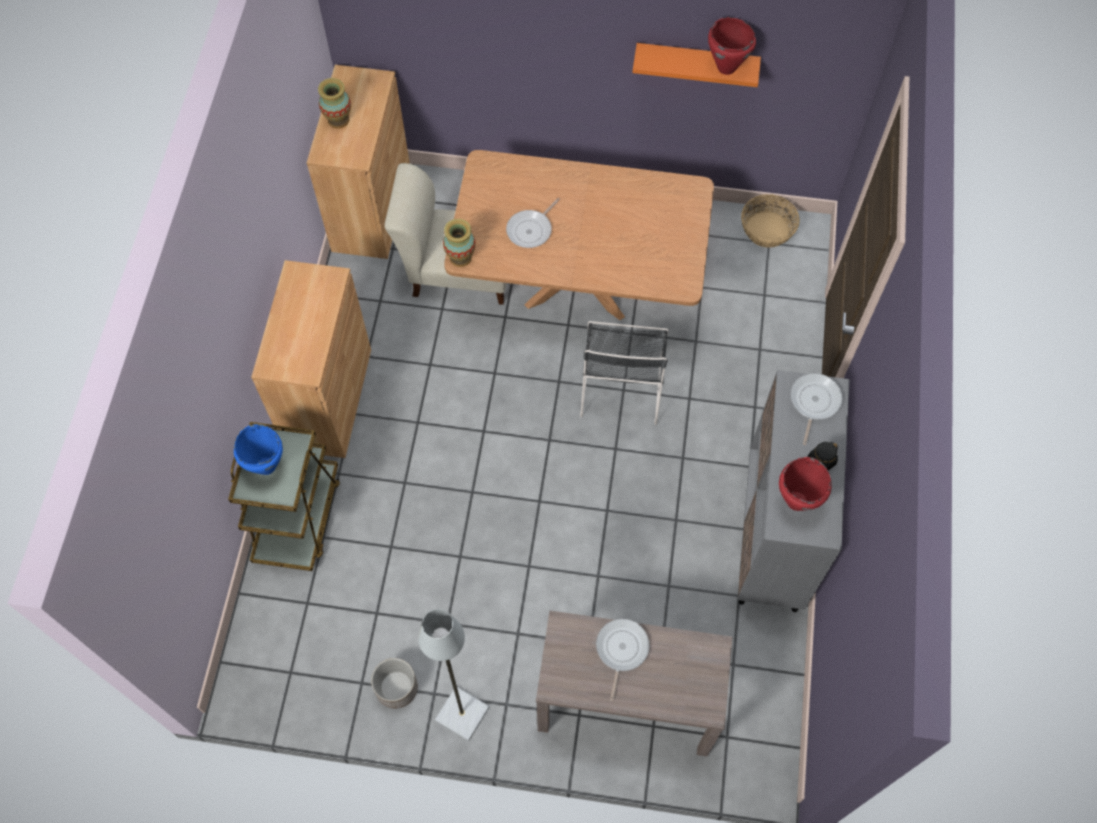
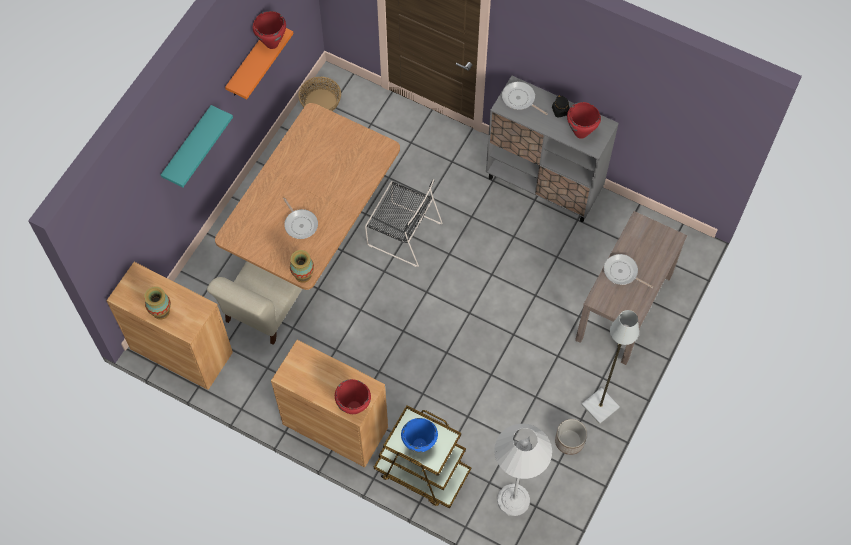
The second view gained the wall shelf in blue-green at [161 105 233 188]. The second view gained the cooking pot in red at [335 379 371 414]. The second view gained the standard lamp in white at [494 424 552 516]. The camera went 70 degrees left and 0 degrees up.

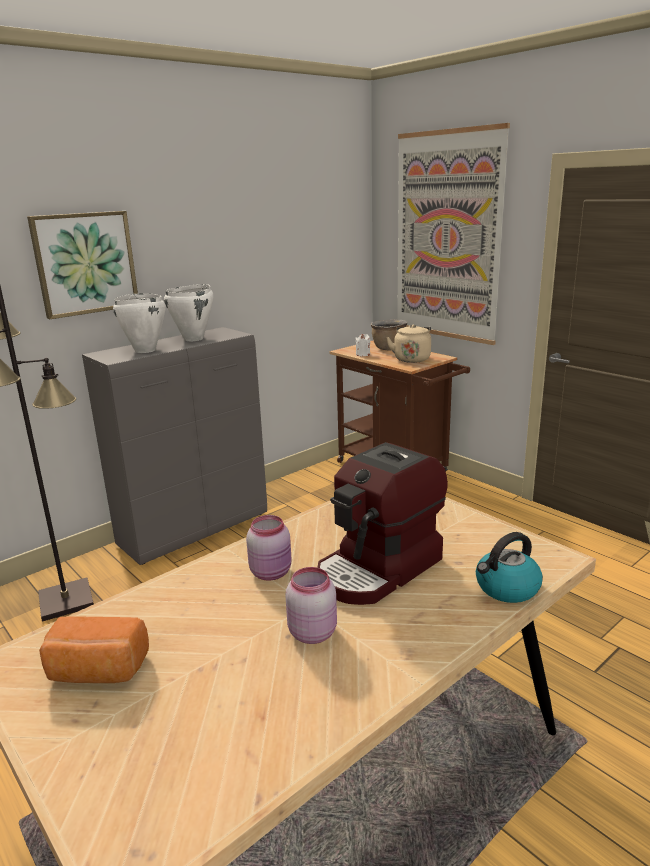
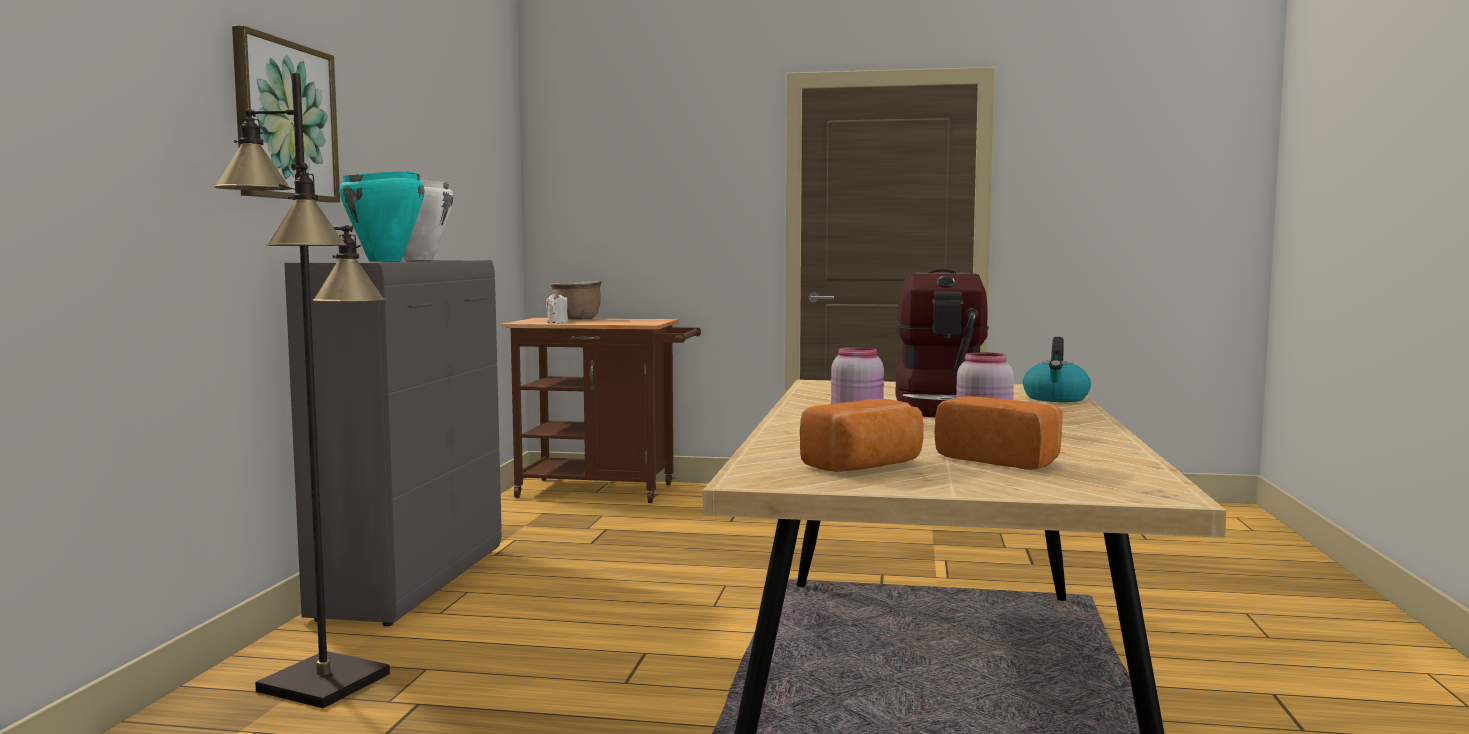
What was the cooking pot in white at [113 293 165 353] turned into the cooking pot in blue-green at [339 171 425 261]. The second view gained the bread at [934 396 1063 470]. The second view lost the kettle in sand-coloured at [386 324 431 363]. The second view lost the picture at [397 123 510 345]. The camera went 40 degrees left and 15 degrees down.

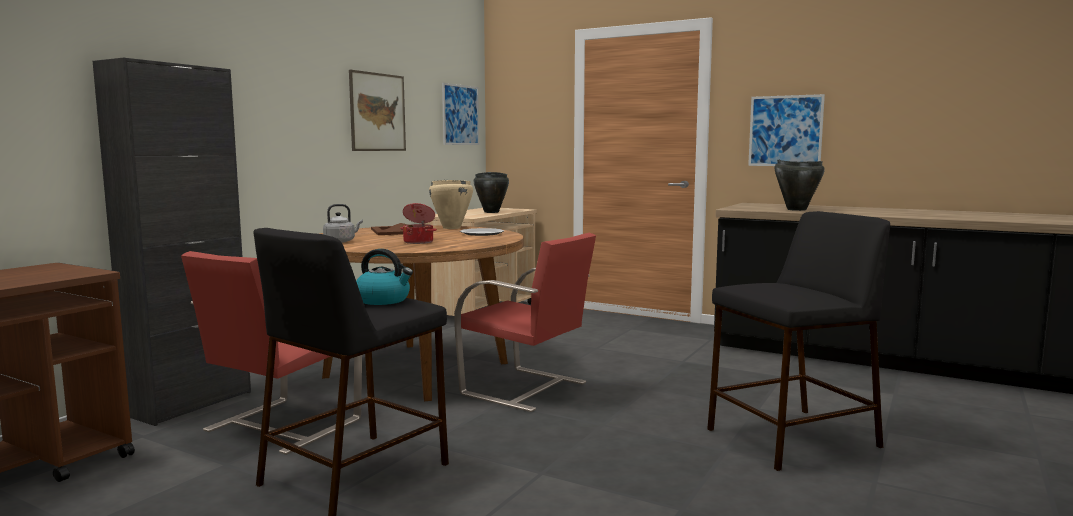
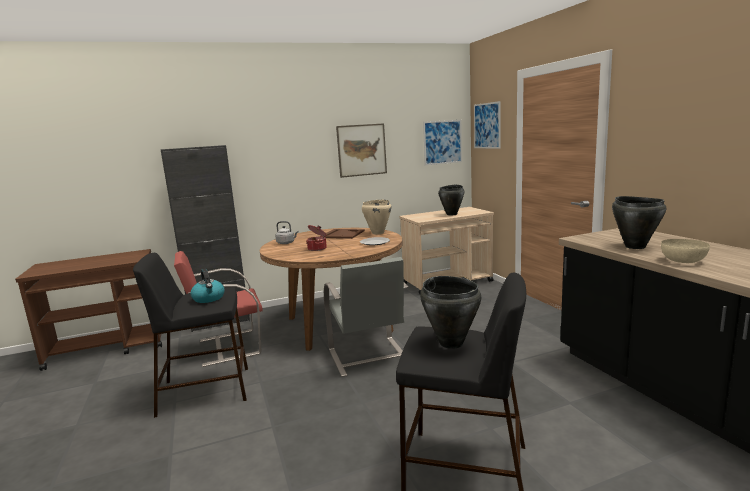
What was the chair in red at [454 233 596 412] turned into the chair in gray at [324 257 409 377]. The second view gained the cooking pot in black-coloured at [420 276 481 349]. The picture ended up elsewhere, having gone from [748 94 825 166] to [474 101 501 149]. The second view gained the serving bowl in sand-coloured at [661 239 710 263]. The camera went 40 degrees right and 5 degrees up.

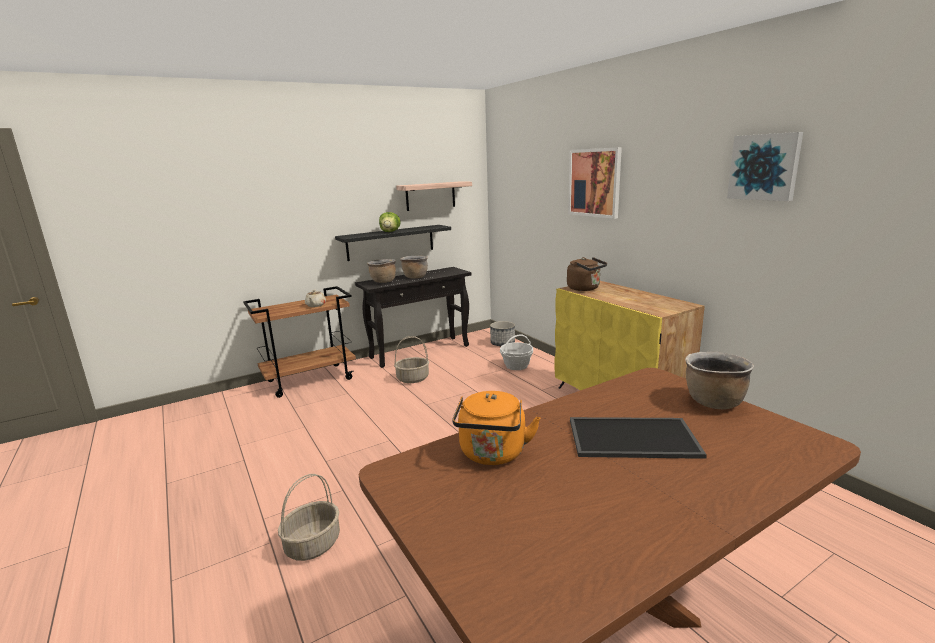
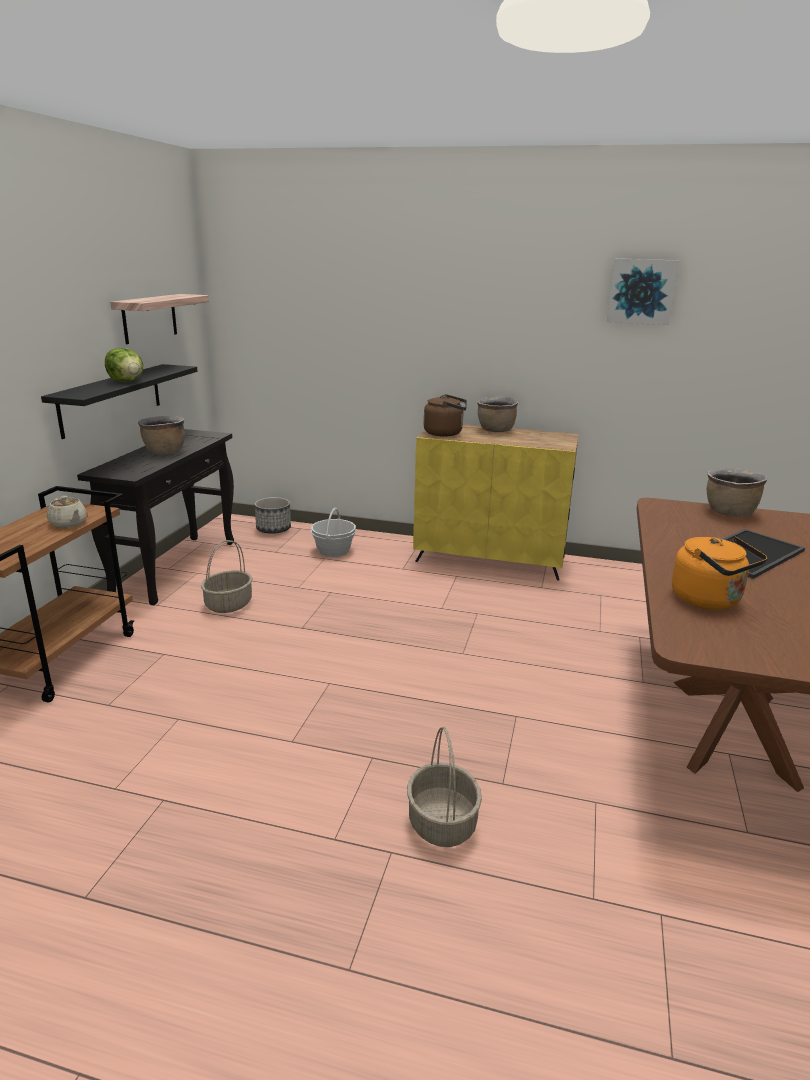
The cooking pot in brown ended up elsewhere, having gone from [367 259 396 283] to [477 397 518 432]. The second view lost the picture at [568 147 622 219]. The camera went 45 degrees left and 5 degrees up.

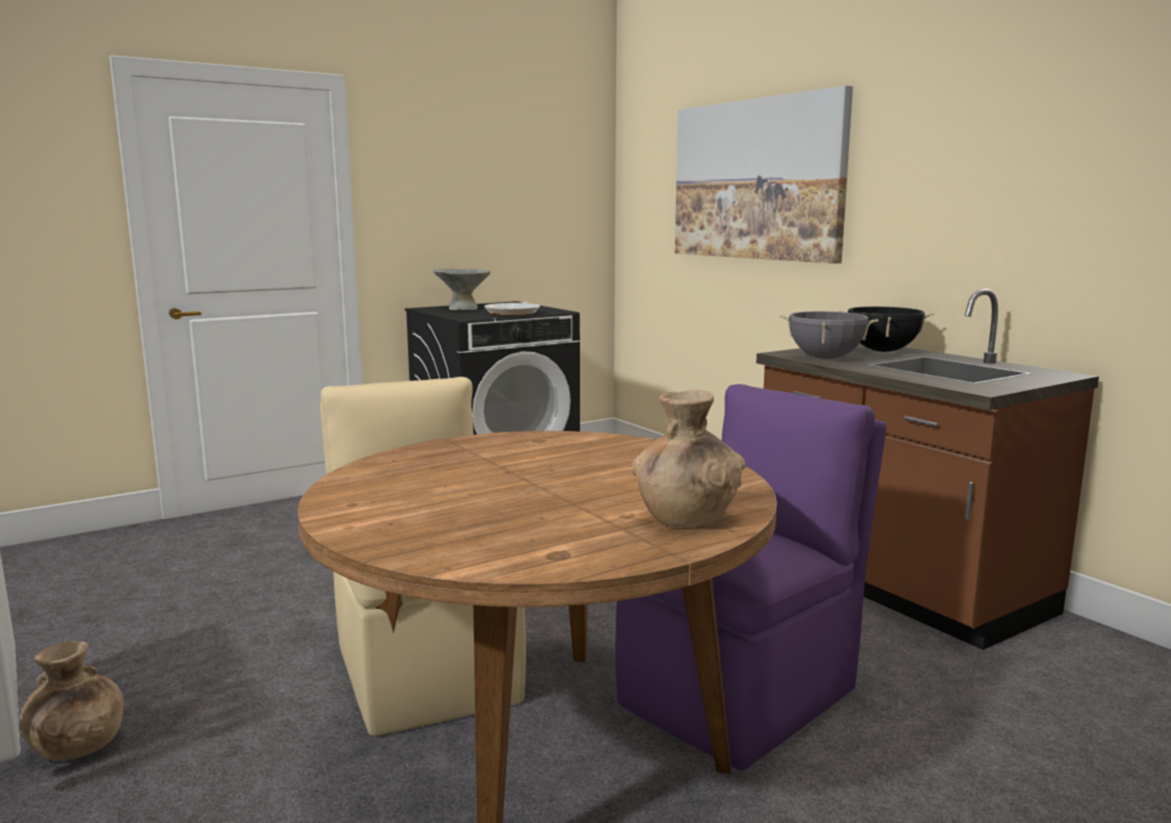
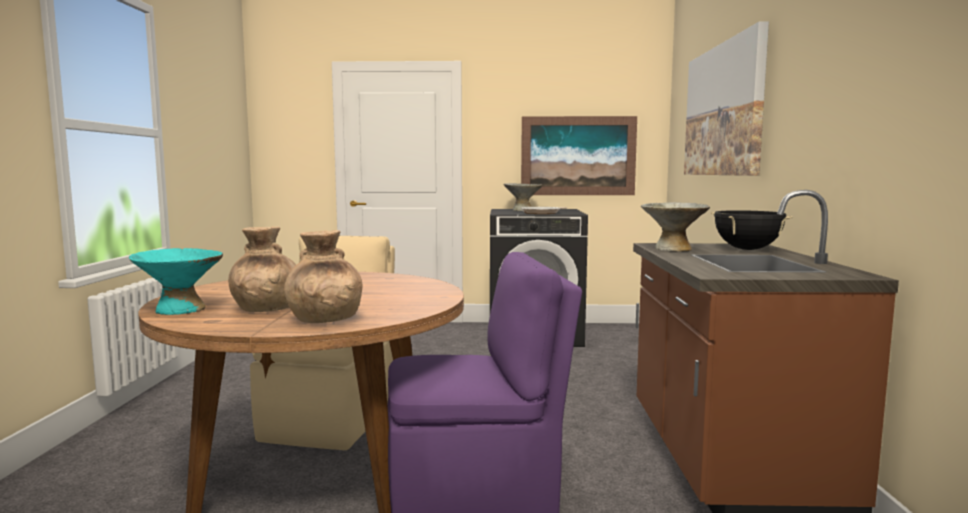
The second view gained the serving bowl in blue-green at [129 248 223 315]. The vase in brown ended up elsewhere, having gone from [19 641 124 761] to [228 227 296 312]. The second view gained the picture at [521 116 637 195]. Where the cooking pot in gray stood at [780 311 879 359], the serving bowl in gray came to stand at [641 202 710 252]. The camera went 35 degrees right and 5 degrees down.

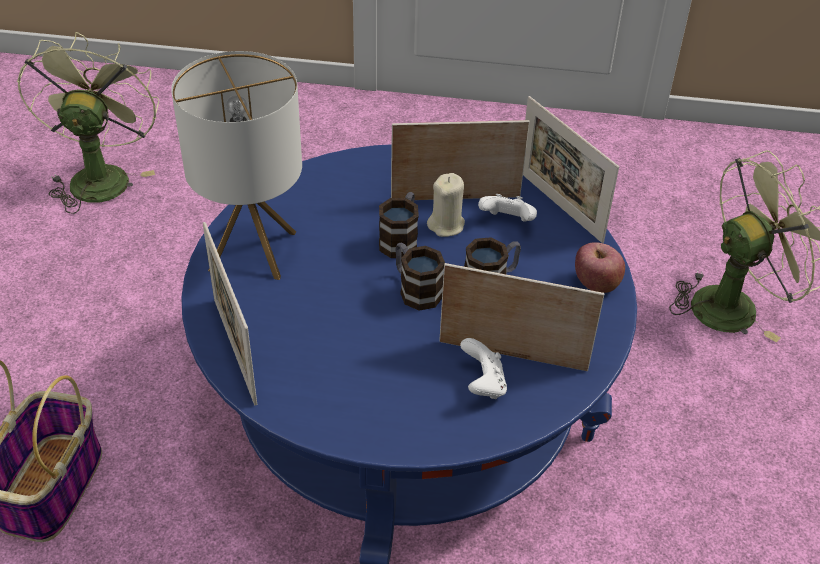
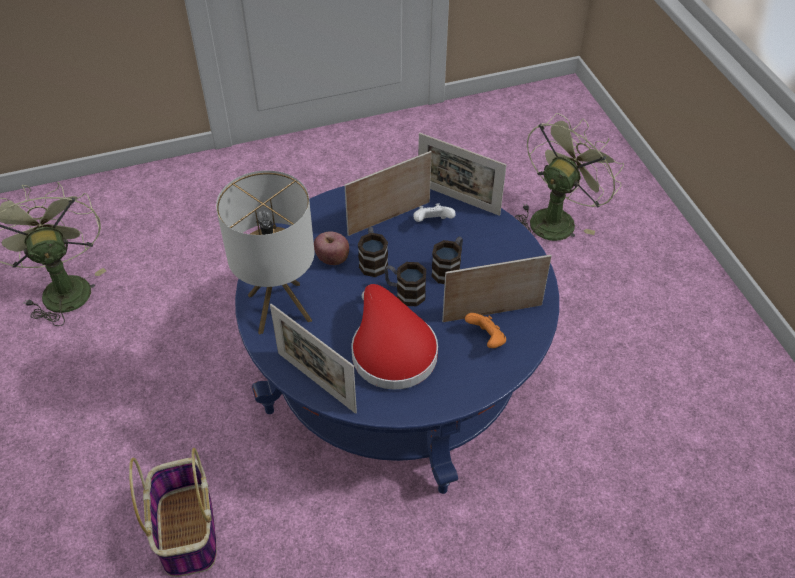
The whole apple ended up elsewhere, having gone from [575 242 625 293] to [314 231 349 265]. The second view gained the hat in red at [351 284 438 390]. What was the gamepad in white at [460 338 507 399] turned into the gamepad in orange at [465 313 506 348]. The second view lost the wax light in sand-coloured at [427 173 465 237]. The camera went 25 degrees left and 5 degrees up.

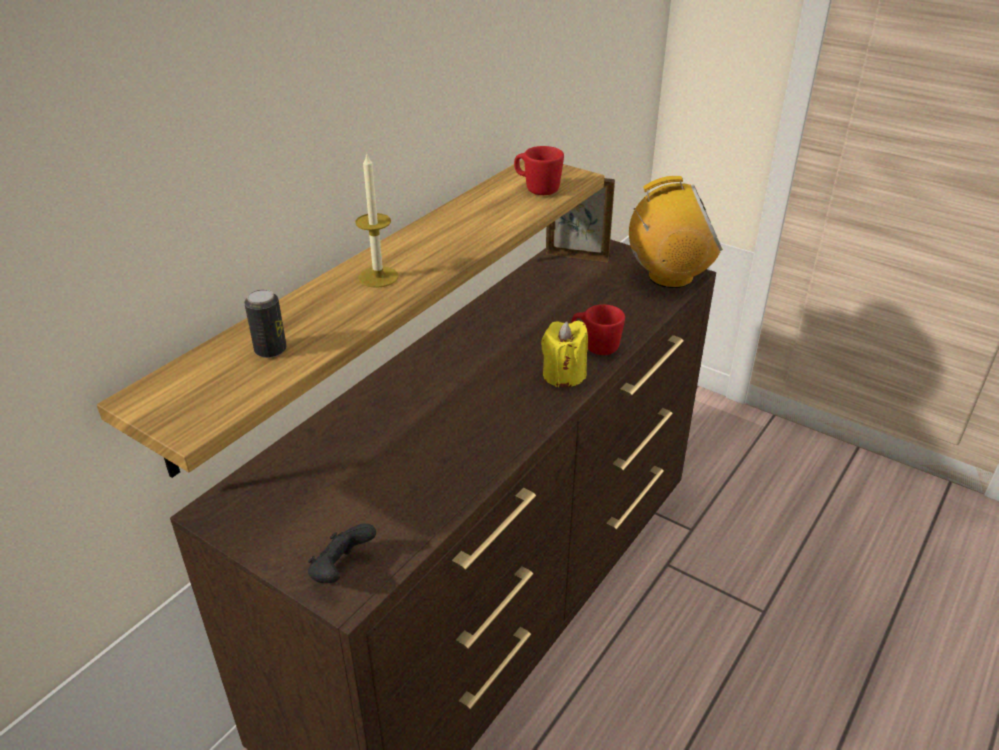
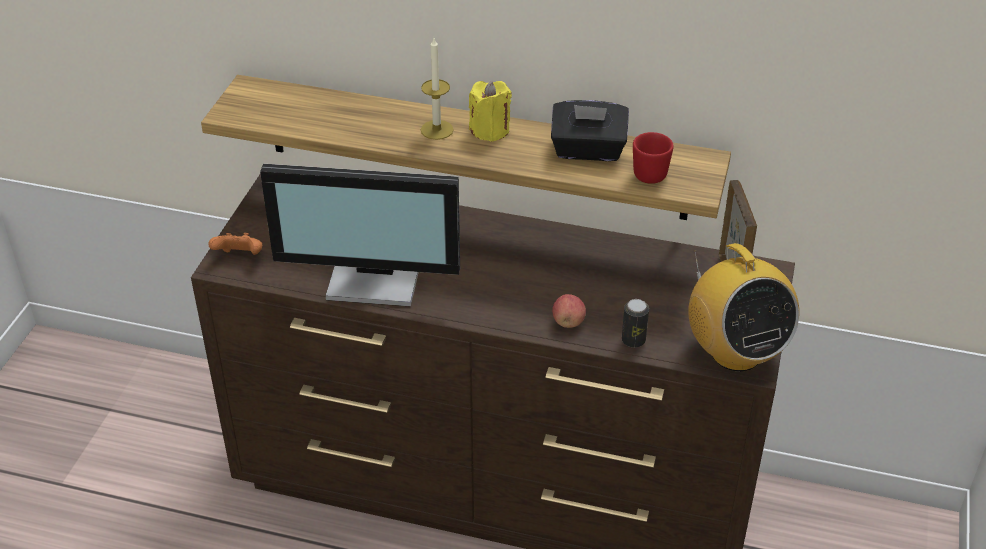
What was the gamepad in black-coloured at [308 523 376 583] turned into the gamepad in orange at [208 233 262 255]. The second view gained the monitor at [260 164 460 307]. The wax light in yellowish ended up elsewhere, having gone from [541 321 588 388] to [469 81 512 142]. The second view gained the box of tissues in black-coloured at [551 100 629 161]. Where the mug in red stood at [571 304 625 355], the whole apple came to stand at [552 294 586 328]. The can ended up elsewhere, having gone from [244 289 287 358] to [622 299 649 348]. The camera went 70 degrees right and 5 degrees up.

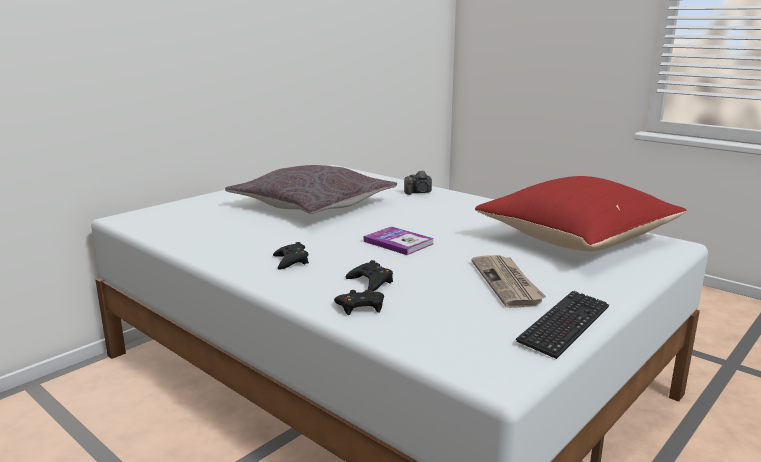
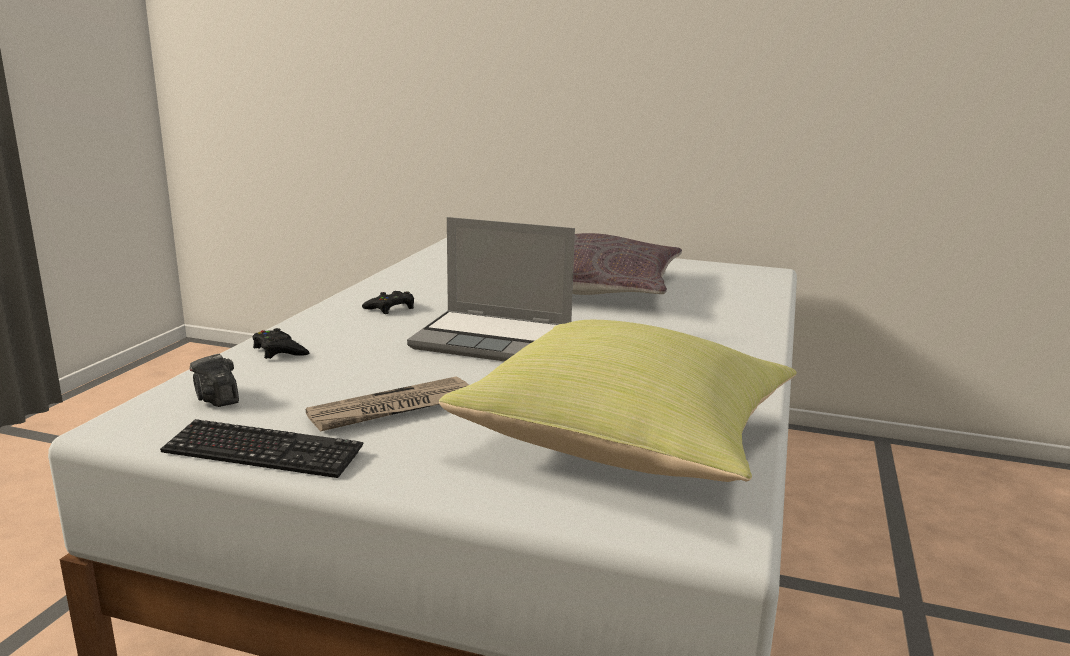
The still camera ended up elsewhere, having gone from [404 170 432 195] to [190 353 239 407]. Where the volume stood at [364 226 434 255], the portable computer came to stand at [407 217 575 361]. What was the pillow in red at [475 176 687 251] turned into the pillow in yellowish at [439 320 797 482]. The second view lost the gamepad in black-coloured at [346 260 393 291]. The camera went 65 degrees right and 0 degrees up.

